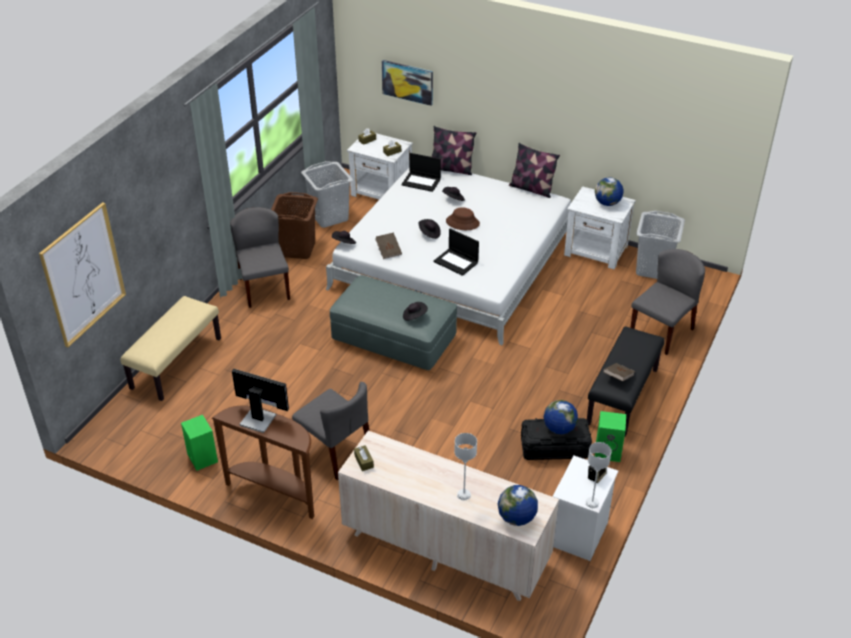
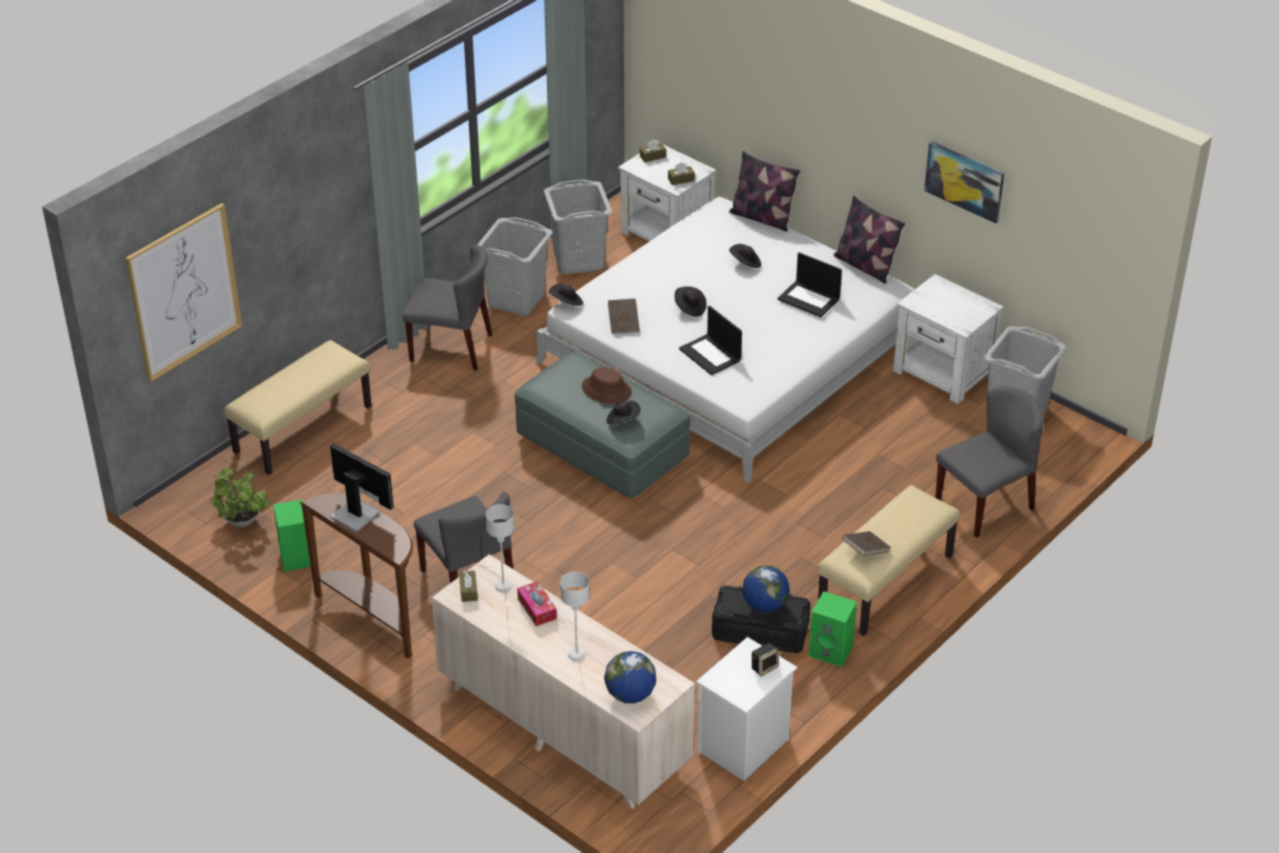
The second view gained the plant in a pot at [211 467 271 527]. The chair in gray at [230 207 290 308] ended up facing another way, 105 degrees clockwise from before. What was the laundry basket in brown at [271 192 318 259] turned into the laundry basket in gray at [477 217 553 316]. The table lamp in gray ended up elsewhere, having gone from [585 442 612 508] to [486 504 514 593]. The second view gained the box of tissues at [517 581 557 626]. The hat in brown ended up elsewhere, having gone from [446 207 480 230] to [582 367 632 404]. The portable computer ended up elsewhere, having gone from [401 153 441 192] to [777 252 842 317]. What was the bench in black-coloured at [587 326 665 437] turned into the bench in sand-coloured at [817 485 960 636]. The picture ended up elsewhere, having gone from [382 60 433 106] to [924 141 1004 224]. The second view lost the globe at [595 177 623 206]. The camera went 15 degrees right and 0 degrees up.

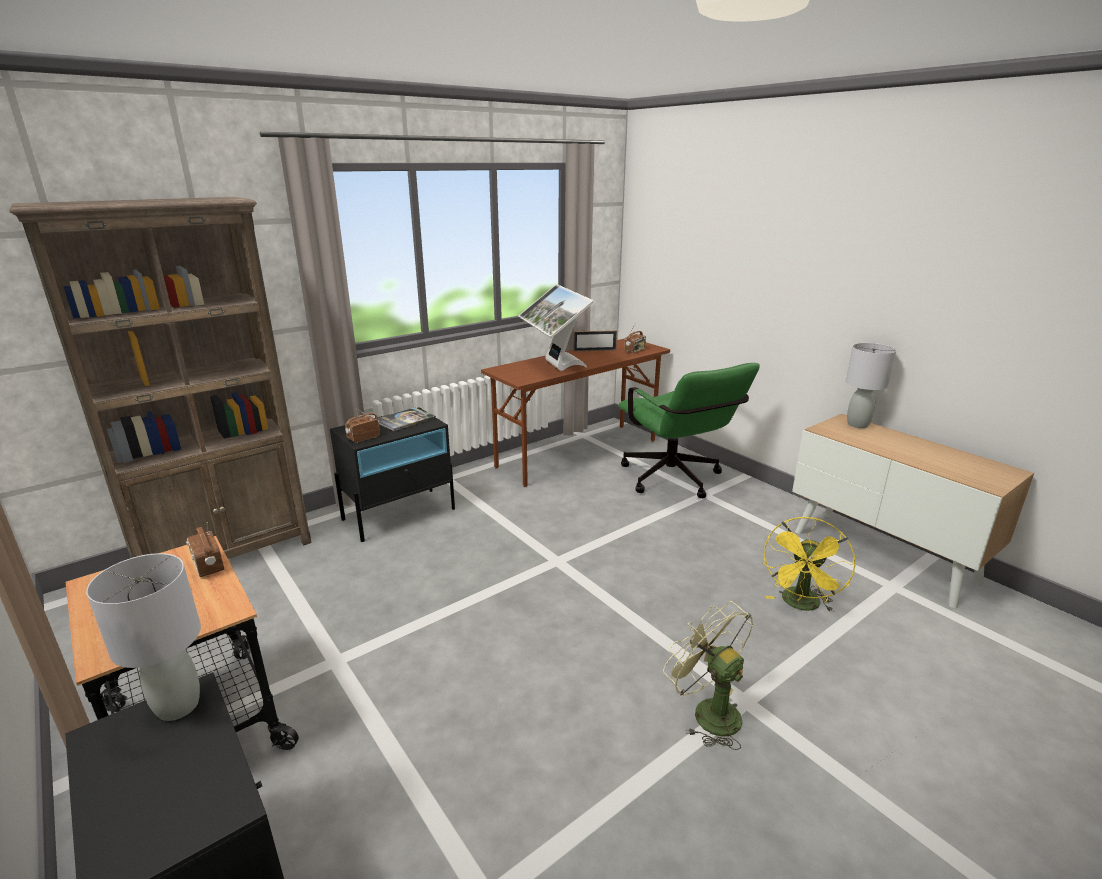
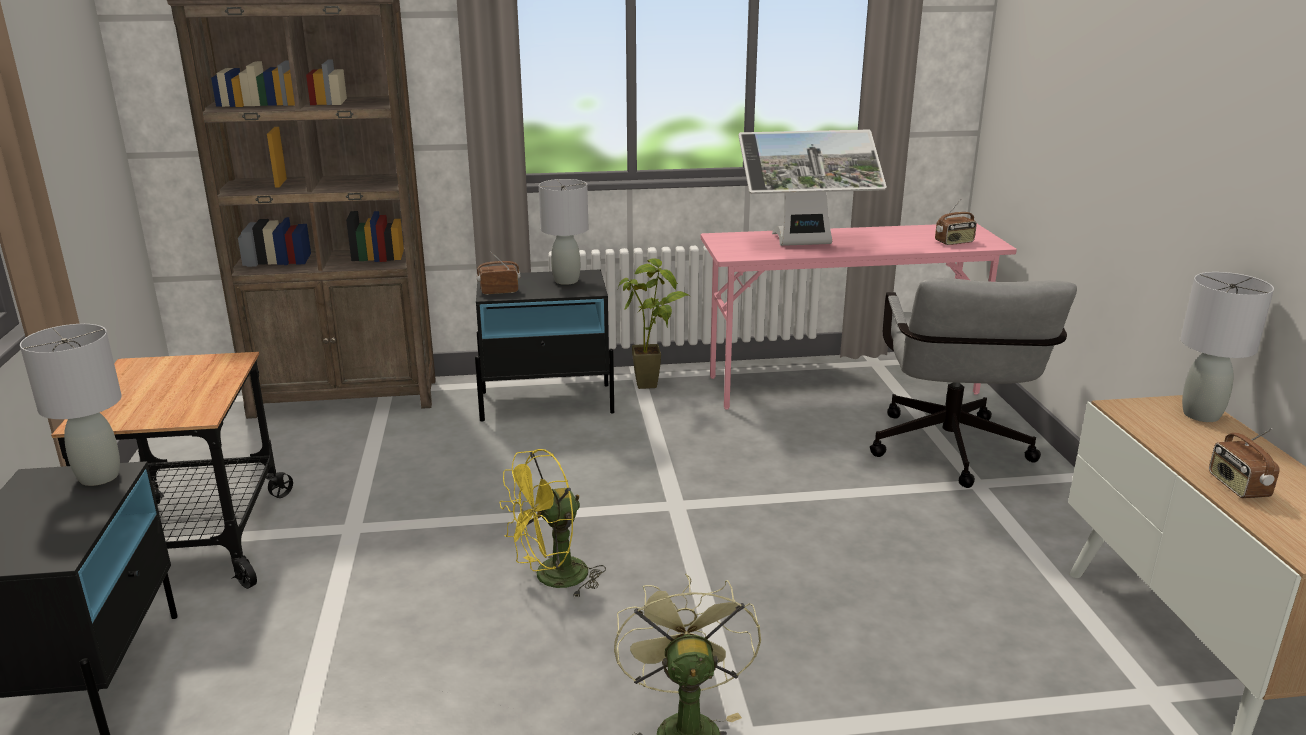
The electric fan in yellowish ended up elsewhere, having gone from [763 517 856 612] to [500 449 606 599]. Where the volume stood at [378 407 436 431], the table lamp in gray came to stand at [539 179 588 285]. The second view gained the plant in a pot at [618 258 690 389]. What was the desk unit in brown at [481 338 670 487] turned into the desk unit in pink at [701 224 1017 410]. The monitor at [518 284 594 371] ended up facing another way, 105 degrees counterclockwise from before. What was the computer chair in greenish at [618 363 760 498] turned into the computer chair in gray at [870 278 1077 488]. The radio receiver ended up elsewhere, having gone from [186 522 224 577] to [1209 428 1280 498]. The second view lost the standing frame at [573 330 617 352]. The camera went 30 degrees right and 0 degrees up.

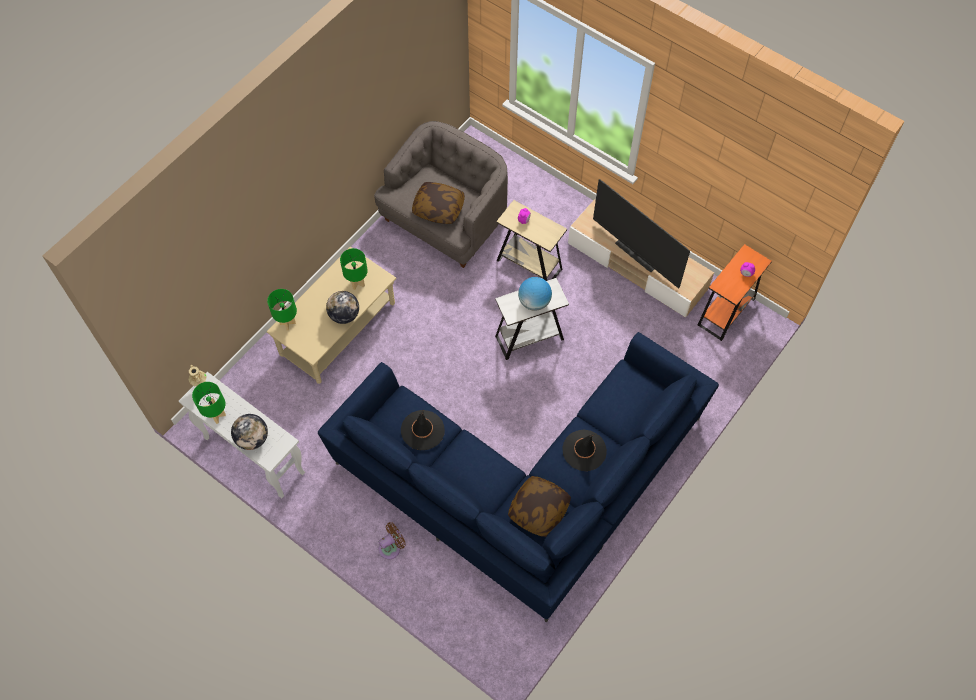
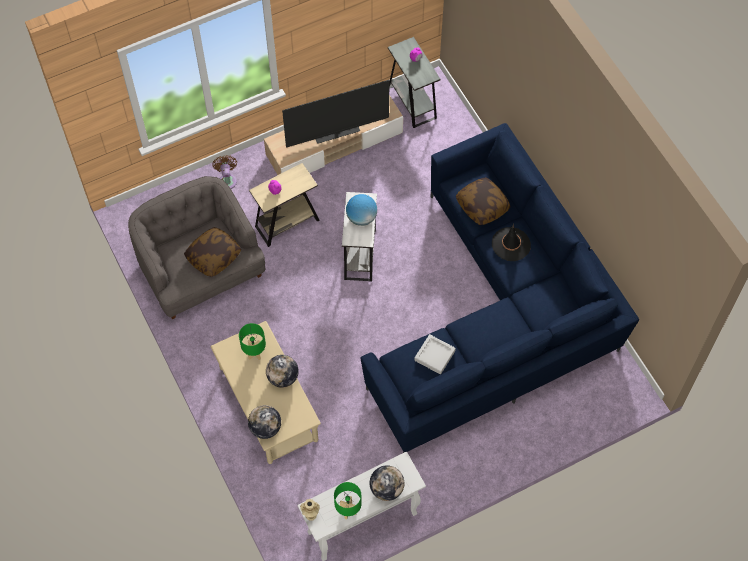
The electric fan in brown ended up elsewhere, having gone from [379 522 406 559] to [212 155 237 189]. Where the table lamp in greenish stood at [267 289 297 330], the globe came to stand at [248 405 281 439]. What was the accent table in orange at [698 244 772 341] turned into the accent table in gray at [388 37 440 128]. Where the hat in black-coloured stood at [401 410 445 450], the serving tray in gray came to stand at [414 334 456 375]. The pillow ended up elsewhere, having gone from [508 476 571 537] to [456 177 511 225]. The camera went 65 degrees left and 0 degrees up.

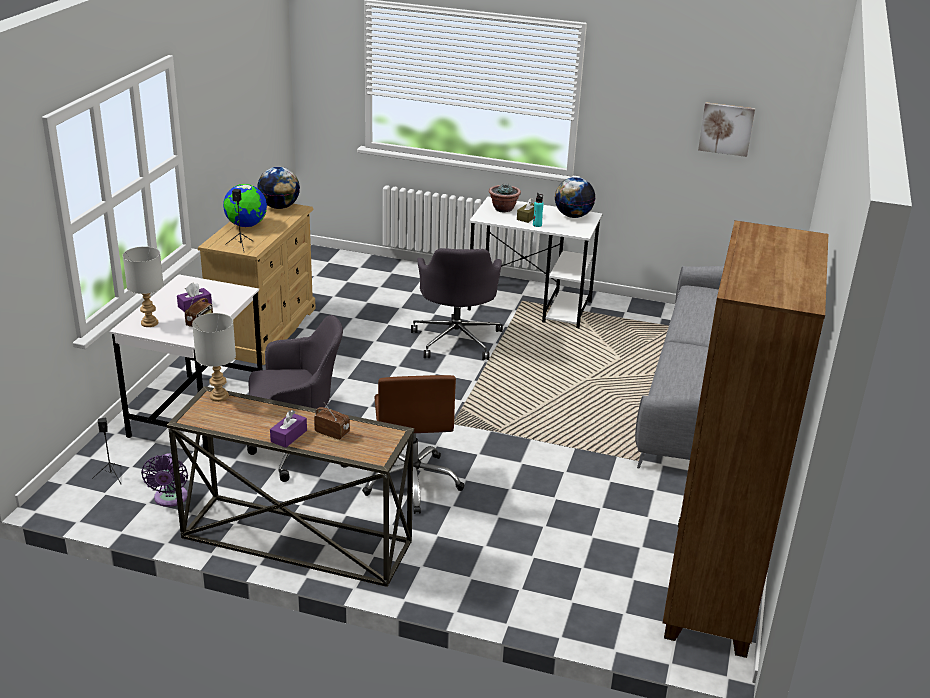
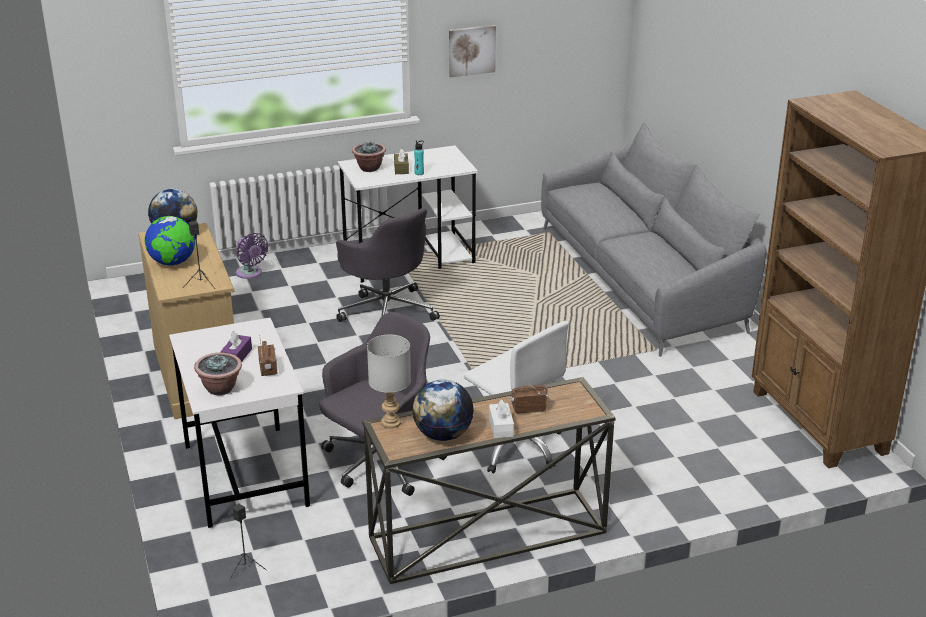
Where the table lamp in gray stood at [123 246 164 327], the plant in a pot came to stand at [194 353 242 395]. The electric fan in purple ended up elsewhere, having gone from [141 453 188 507] to [236 233 268 279]. The globe ended up elsewhere, having gone from [555 177 596 218] to [412 380 474 441]. The picture ended up elsewhere, having gone from [698 102 755 157] to [449 25 496 77]. What was the computer chair in brown at [362 375 464 514] turned into the computer chair in white at [464 321 569 473]. What was the box of tissues in purple at [270 410 307 448] turned into the box of tissues in white at [489 399 514 438]. The camera went 35 degrees left and 0 degrees up.

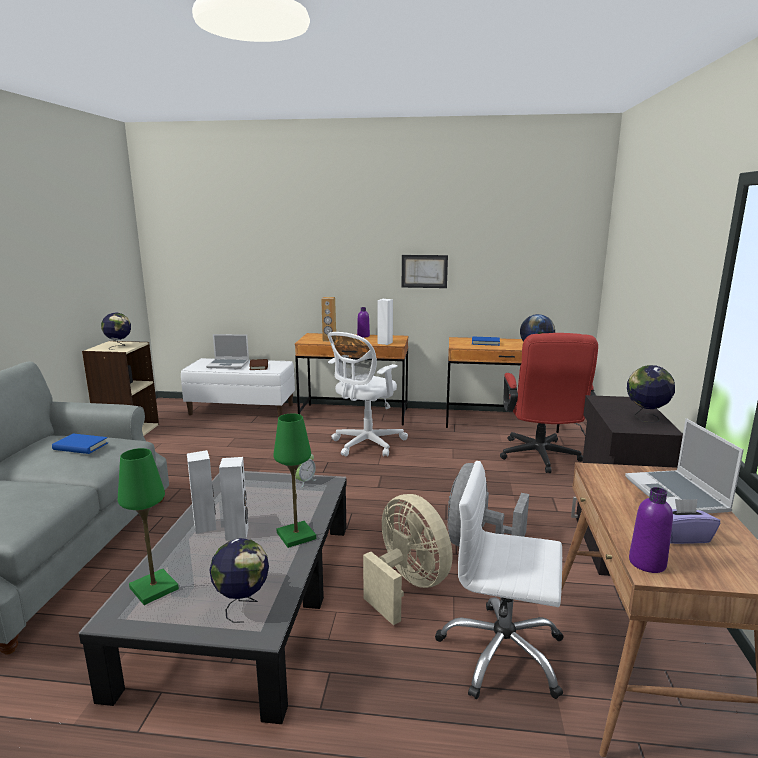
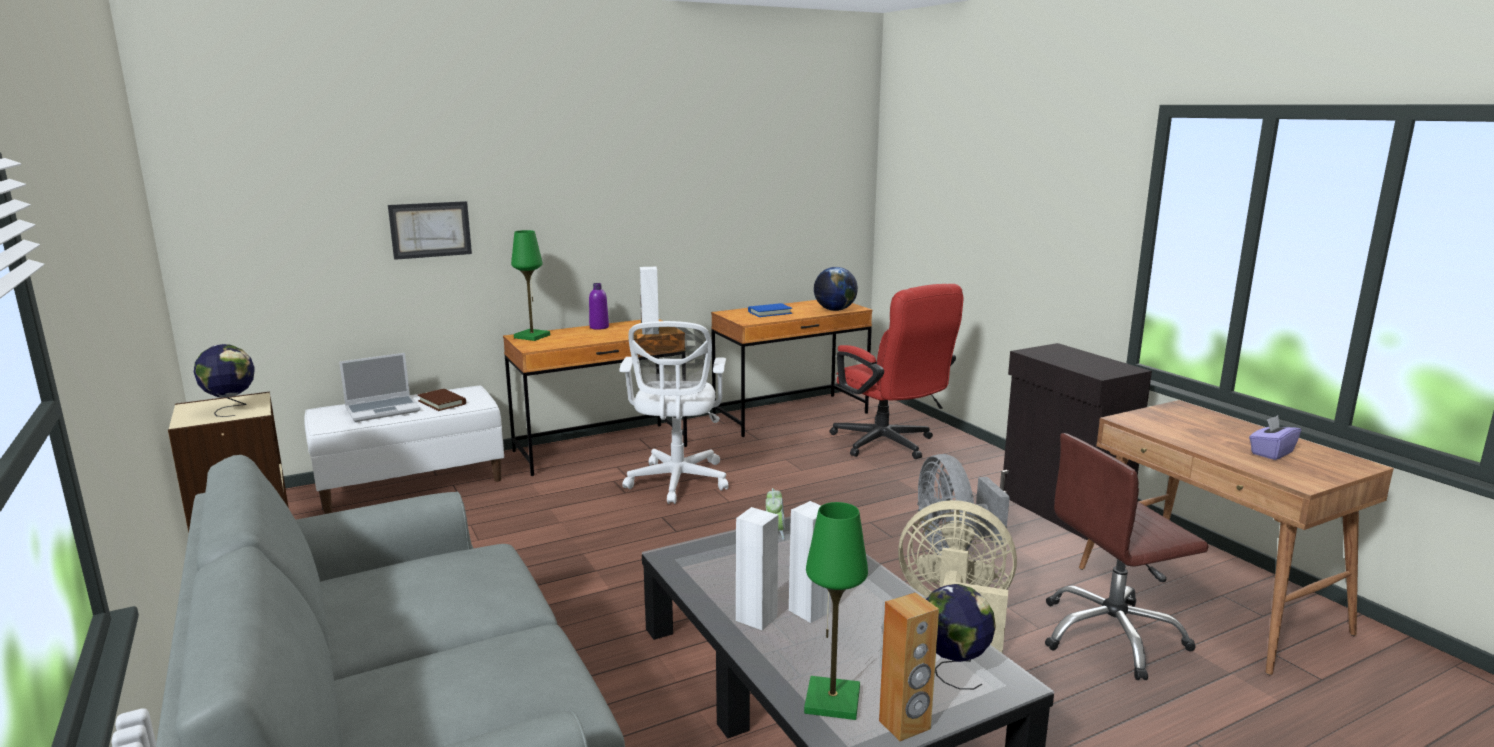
The picture ended up elsewhere, having gone from [402 255 448 288] to [388 201 472 260]. The table lamp in greenish ended up elsewhere, having gone from [273 413 316 548] to [511 230 550 341]. The speaker in brown ended up elsewhere, having gone from [321 297 336 341] to [879 593 939 741]. What was the computer chair in white at [435 461 563 699] turned into the computer chair in brown at [1045 433 1209 680]. The second view lost the volume in blue at [52 433 108 454]. The second view lost the portable computer at [625 418 744 513]. The second view lost the globe at [627 365 675 423]. The second view lost the drink bottle in purple at [629 487 673 573]. The camera went 35 degrees left and 0 degrees up.

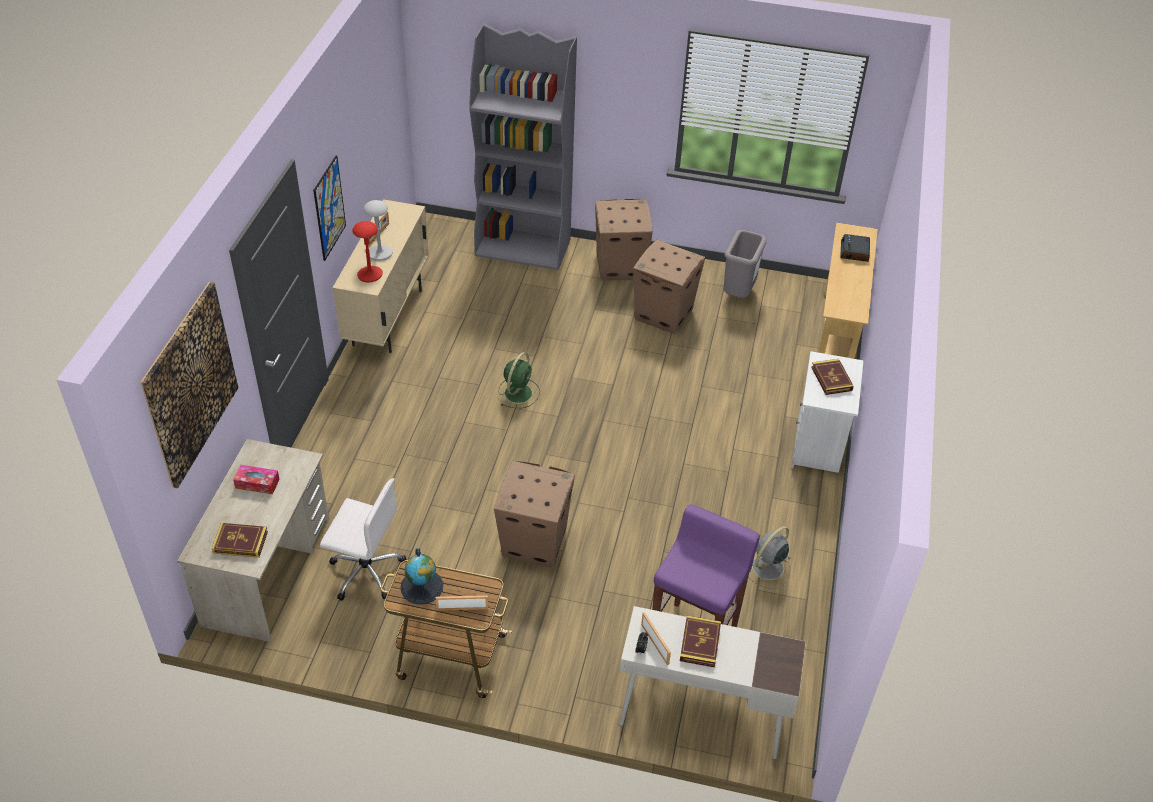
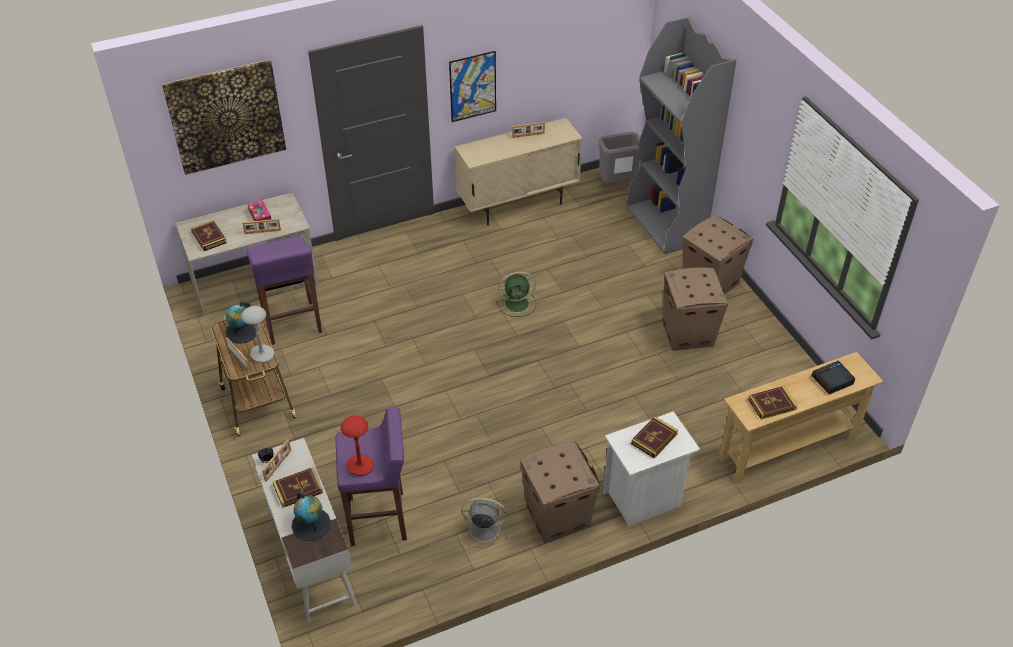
The table lamp in gray ended up elsewhere, having gone from [363 200 393 261] to [241 306 274 363]. The second view gained the standing frame at [242 219 281 234]. Where the computer chair in white stood at [320 478 406 601], the sitting stool in purple came to stand at [247 236 322 345]. The second view gained the globe at [292 492 331 541]. The table lamp in red ended up elsewhere, having gone from [352 221 383 283] to [341 415 374 476]. The cardboard box ended up elsewhere, having gone from [494 461 575 568] to [520 441 600 544]. The trash can in gray ended up elsewhere, having gone from [724 230 767 298] to [598 132 640 183]. The second view gained the volume at [748 386 797 420]. The camera went 55 degrees right and 0 degrees up.

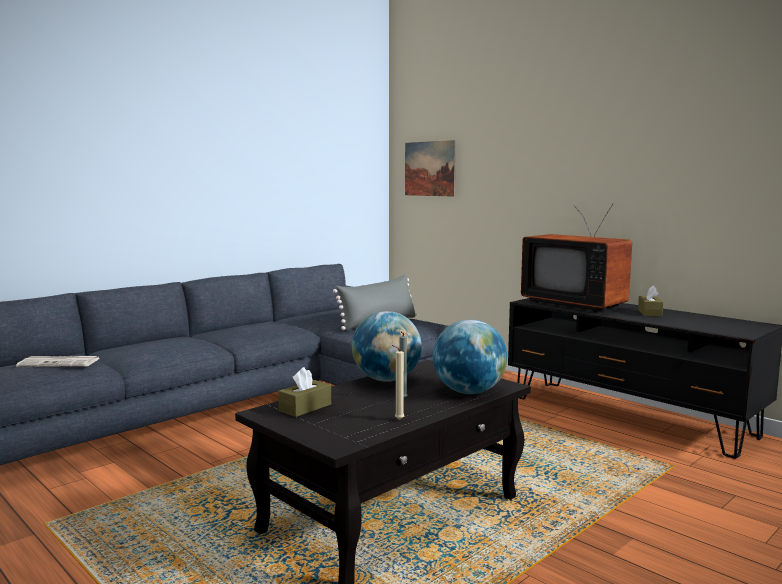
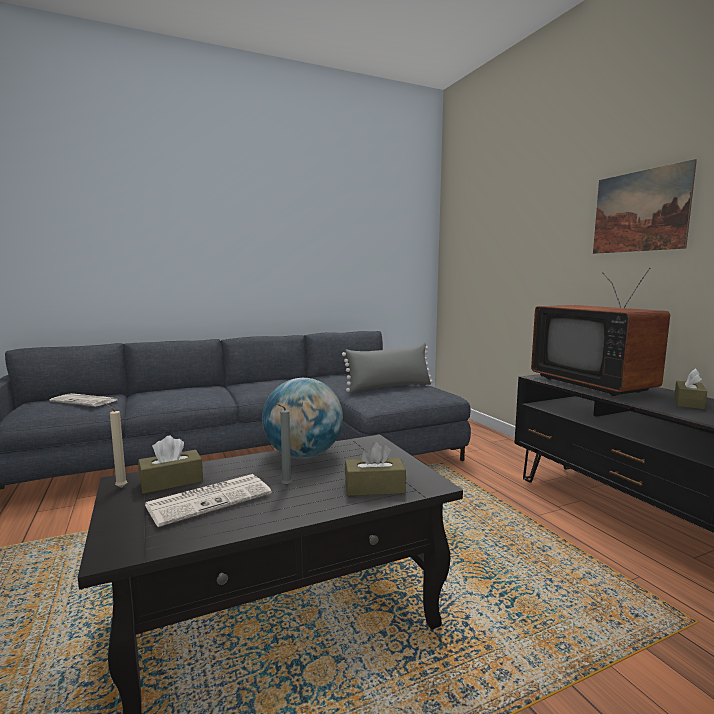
The wax light in sand-coloured ended up elsewhere, having gone from [392 345 404 420] to [104 403 127 488]. The second view gained the daily paper at [145 474 272 527]. Where the globe stood at [433 319 508 394], the box of tissues in brown came to stand at [345 442 406 496]. The picture ended up elsewhere, having gone from [405 140 456 197] to [593 159 697 254]. The camera went 20 degrees right and 0 degrees up.

